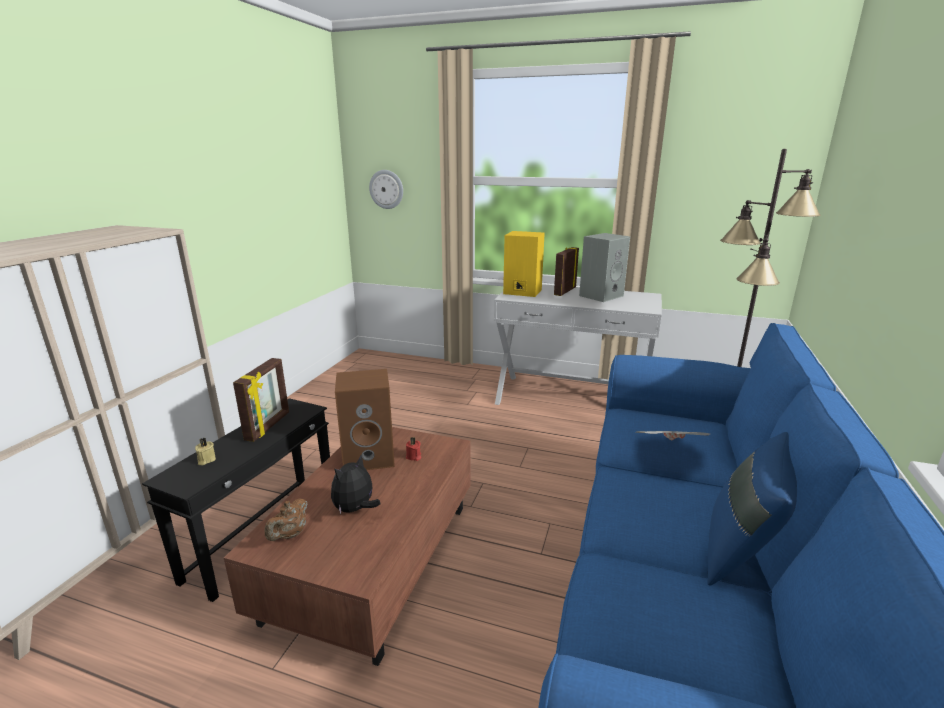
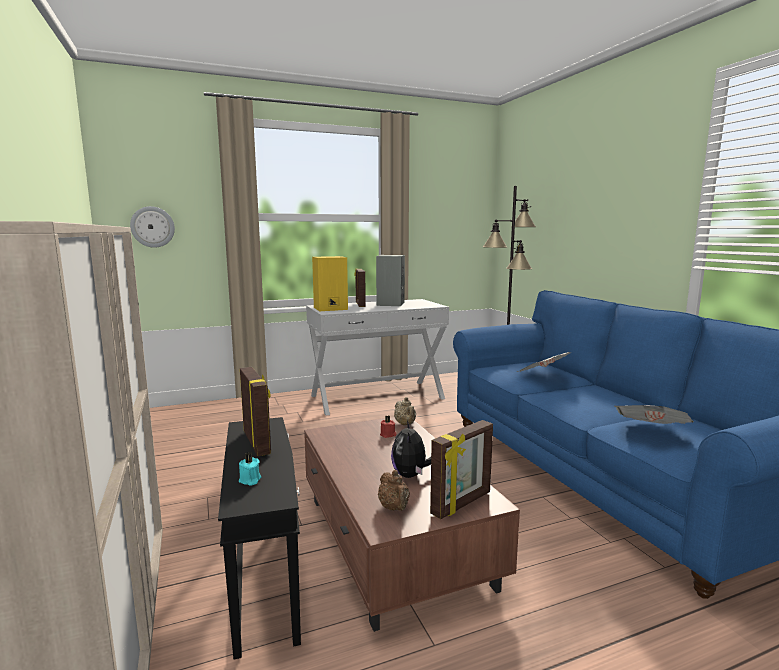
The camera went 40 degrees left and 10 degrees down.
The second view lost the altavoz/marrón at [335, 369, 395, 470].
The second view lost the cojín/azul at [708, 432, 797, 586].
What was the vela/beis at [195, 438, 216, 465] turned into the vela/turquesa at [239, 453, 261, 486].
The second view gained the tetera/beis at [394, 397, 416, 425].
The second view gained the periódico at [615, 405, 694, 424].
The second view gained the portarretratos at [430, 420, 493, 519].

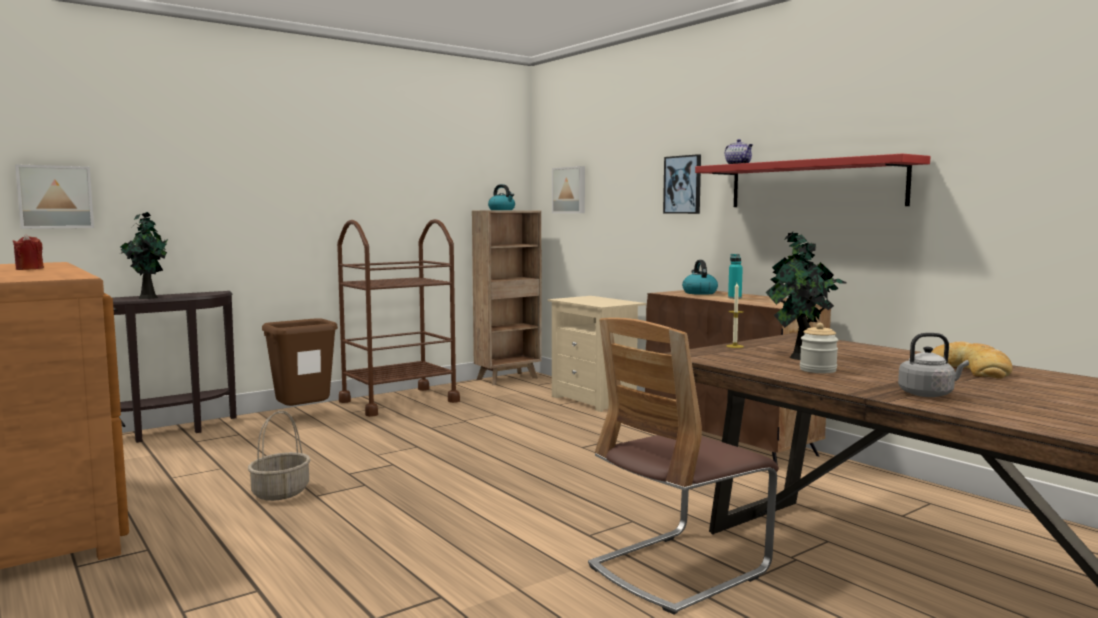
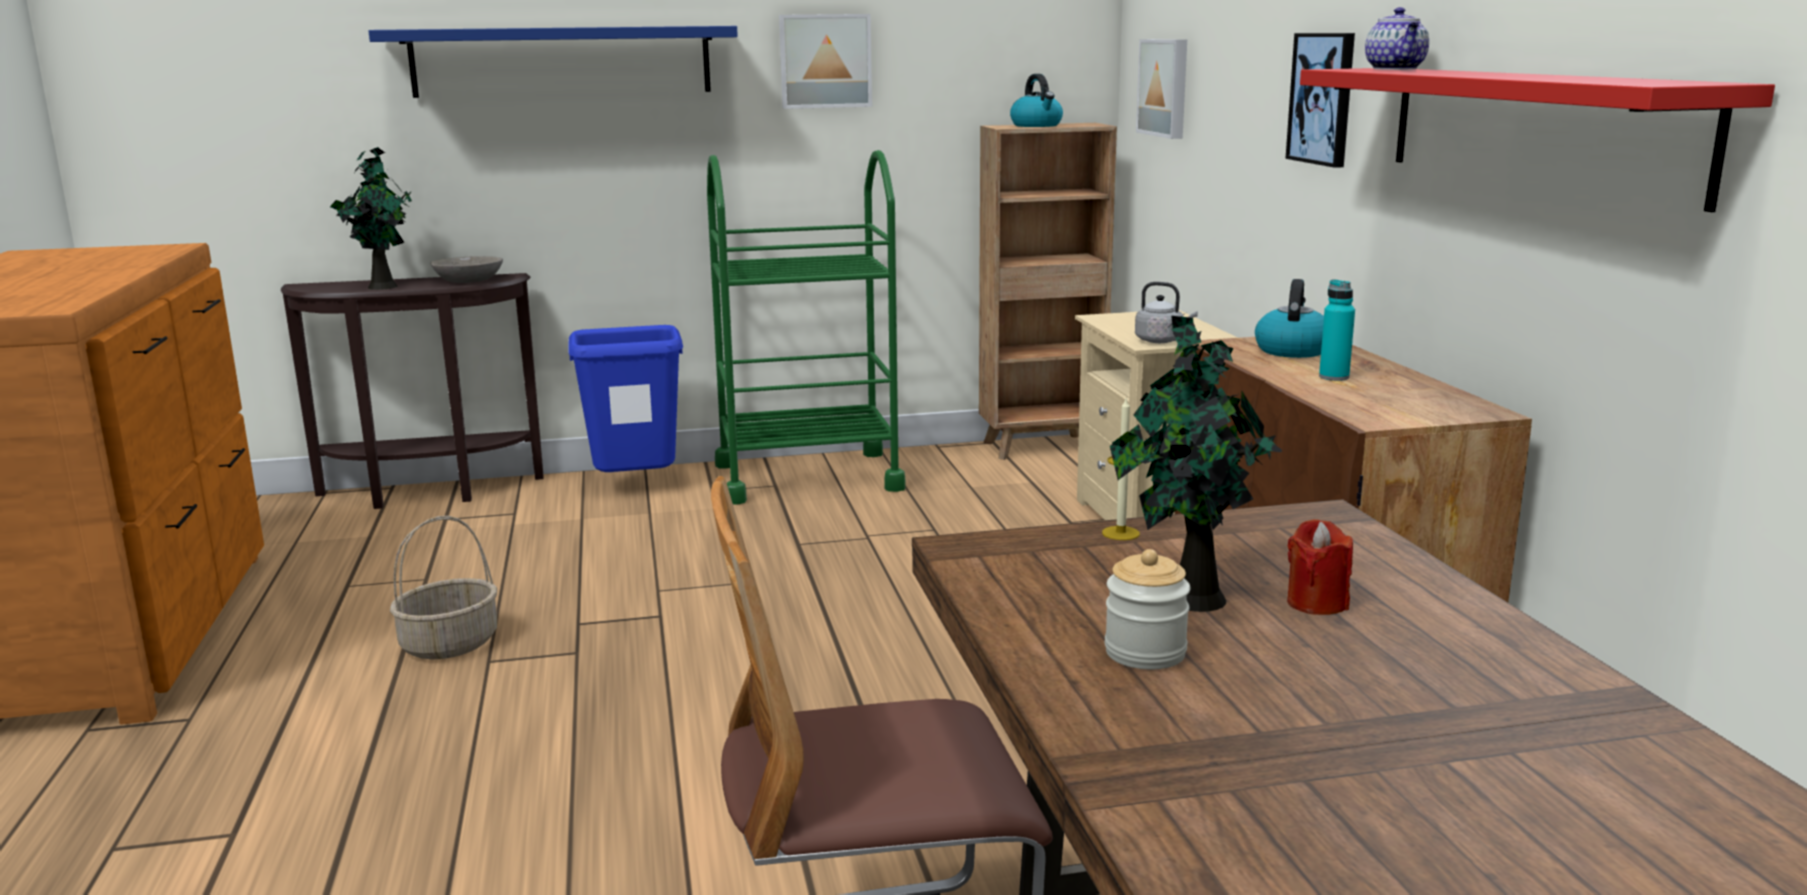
The camera went 25 degrees right and 10 degrees up.
The cuadro ended up elsewhere, having gone from [15, 164, 94, 229] to [779, 14, 872, 109].
What was the carrito/marrón at [337, 219, 460, 417] turned into the carrito/verde at [707, 150, 905, 505].
The vela/rojo ended up elsewhere, having gone from [13, 234, 44, 270] to [1287, 519, 1353, 615].
What was the papelera/marrón at [262, 318, 338, 406] turned into the papelera/azul at [568, 325, 683, 472].
The hervidor/gris ended up elsewhere, having gone from [898, 333, 969, 397] to [1135, 282, 1198, 343].
The second view lost the pan at [932, 341, 1013, 379].
The second view gained the estante/azul at [368, 26, 738, 98].
The second view gained the cuenco/gris at [430, 256, 503, 283].

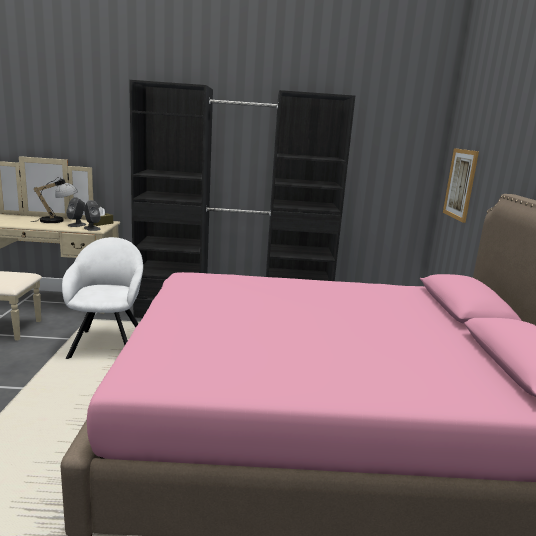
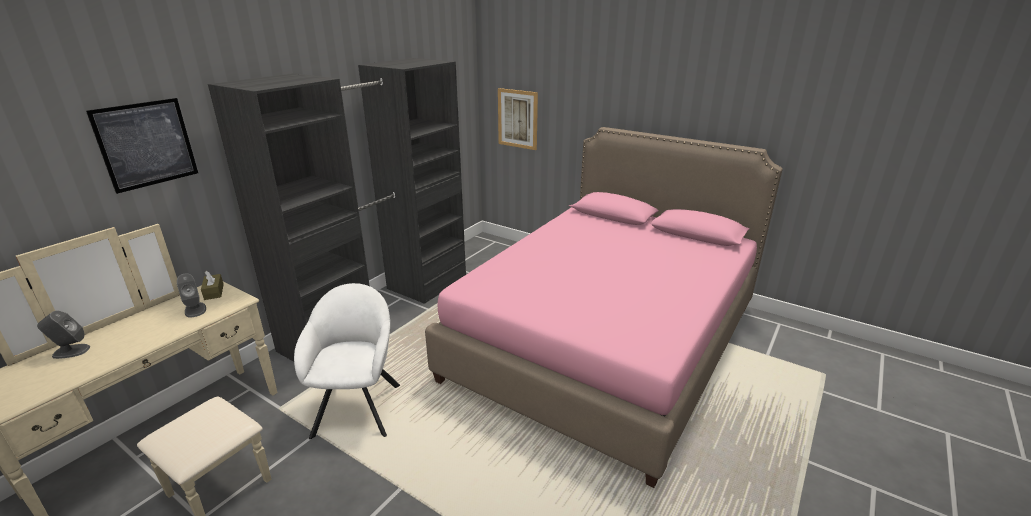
The camera went 55 degrees left and 10 degrees up.
The second view lost the lámpara de mesa at [31, 177, 78, 223].
The altavoz/gris ended up elsewhere, having gone from [84, 200, 101, 231] to [37, 311, 90, 359].
The sillón/blanco at [62, 237, 143, 359] ended up facing another way, 60 degrees clockwise from before.
The second view gained the cuadro at [86, 98, 198, 194].

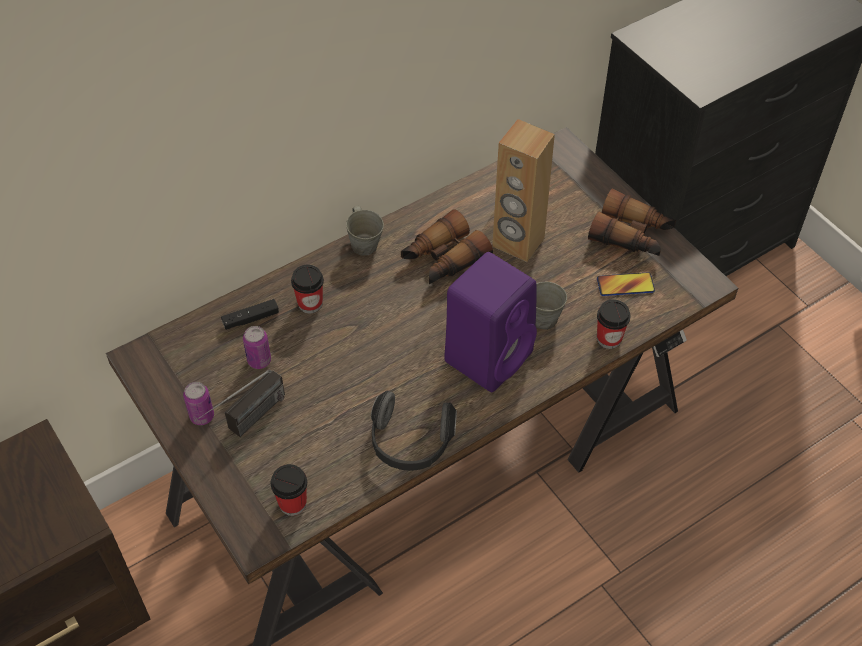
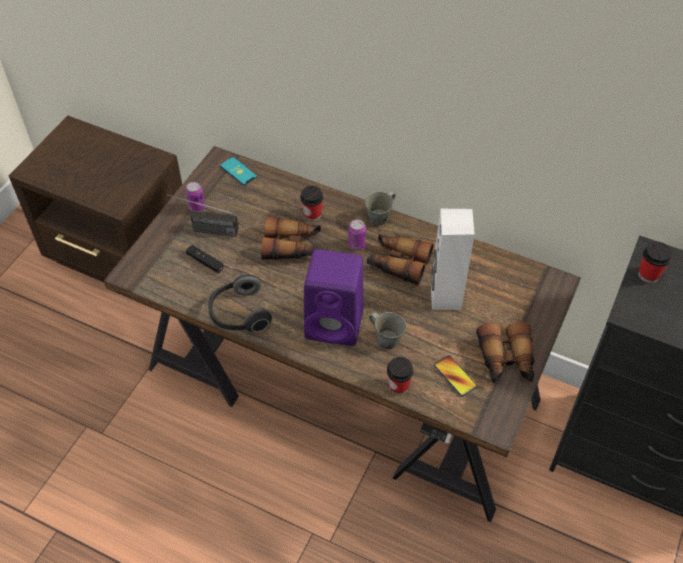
The camera went 60 degrees right and 0 degrees up.
What was the altavoz/marrón at [492, 119, 555, 262] turned into the altavoz/blanco at [431, 209, 475, 310].
The mando de consola/negro ended up elsewhere, having gone from [221, 299, 279, 330] to [186, 245, 224, 273].
The lata ended up elsewhere, having gone from [243, 326, 271, 369] to [348, 219, 366, 251].
The taza ended up elsewhere, having gone from [270, 464, 307, 516] to [638, 241, 672, 283].
The second view gained the móvil at [220, 157, 257, 185].
The second view gained the prismáticos at [261, 216, 321, 260].

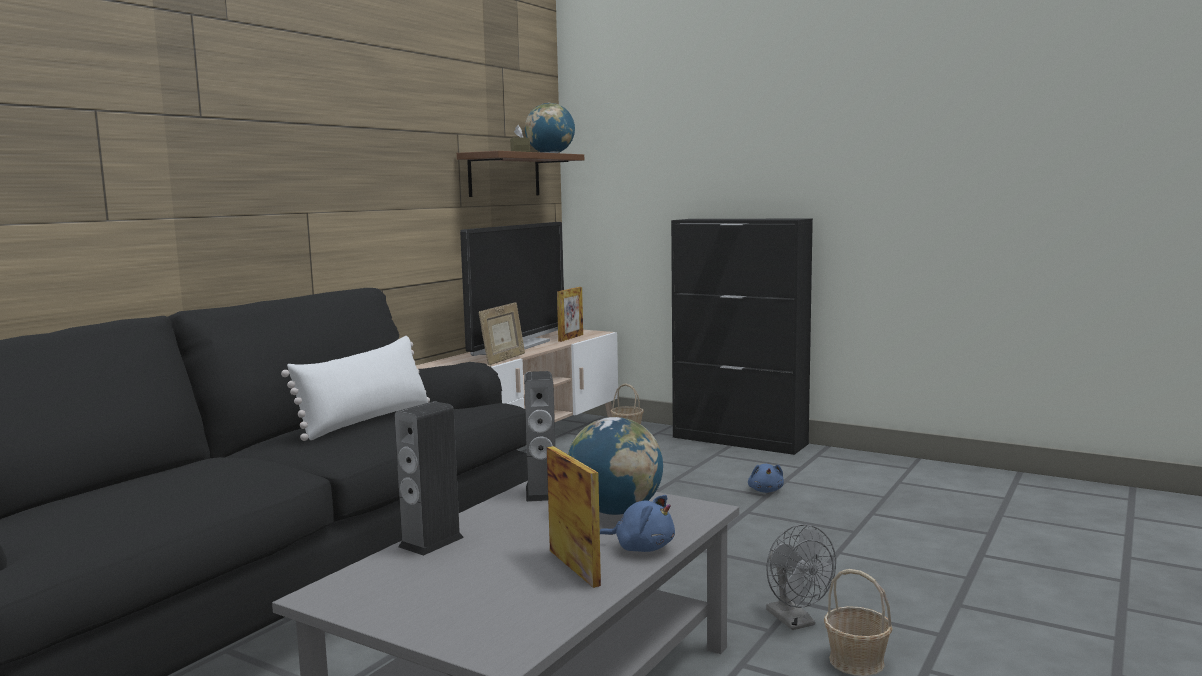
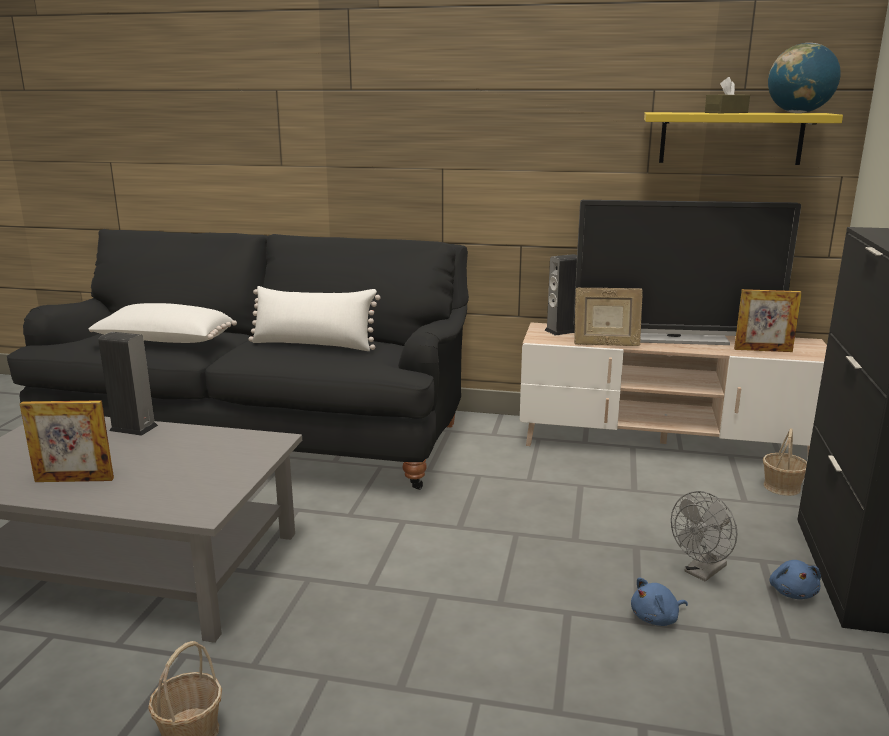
The camera went 70 degrees right and 10 degrees up.
What was the estante/marrón at [457, 151, 584, 197] turned into the estante/amarillo at [644, 112, 843, 165].
The altavoz ended up elsewhere, having gone from [524, 371, 555, 502] to [545, 254, 577, 336].
The second view lost the globo terráqueo at [568, 417, 663, 515].
The portarretratos at [547, 446, 601, 588] ended up facing another way, 45 degrees clockwise from before.
The peluche/azul ended up elsewhere, having gone from [600, 495, 675, 552] to [769, 560, 821, 599].
The ventilador/gris ended up elsewhere, having gone from [766, 524, 836, 630] to [671, 491, 738, 582].
The second view gained the cojín/blanco at [89, 303, 237, 343].

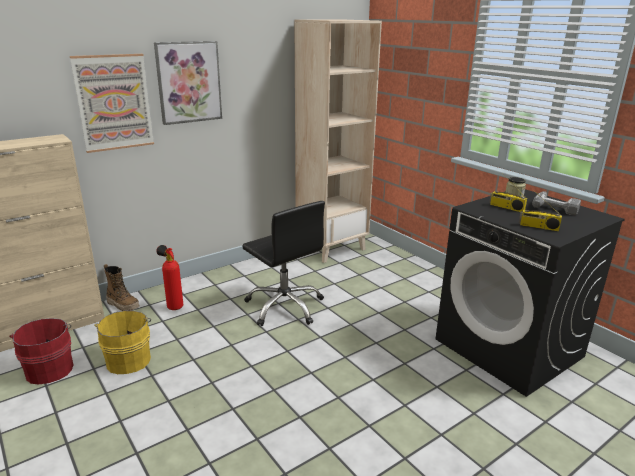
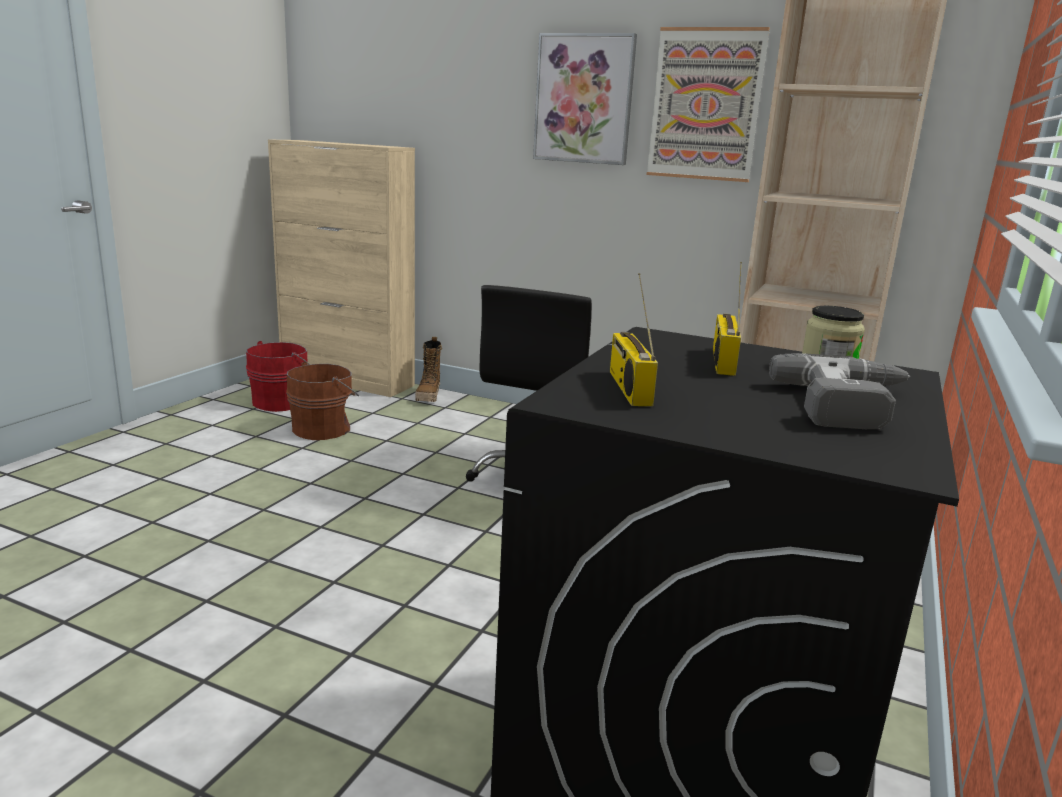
The camera went 60 degrees right and 5 degrees down.
The cuadro ended up elsewhere, having gone from [70, 54, 154, 153] to [647, 27, 770, 182].
The second view lost the extintor at [156, 245, 183, 310].
What was the cubo/amarillo at [94, 311, 151, 374] turned into the cubo/marrón at [286, 362, 359, 440].

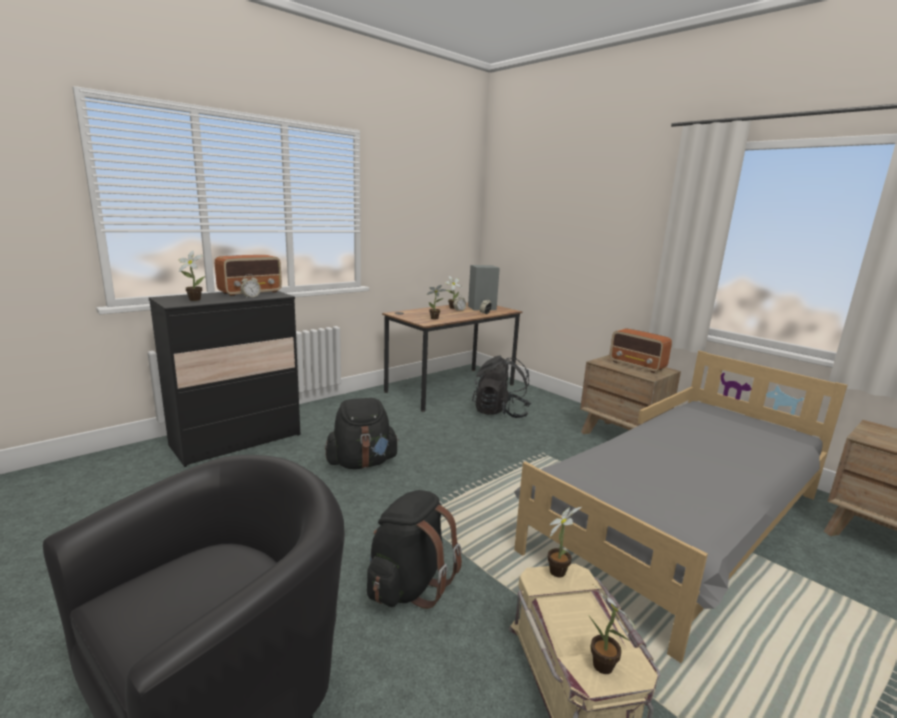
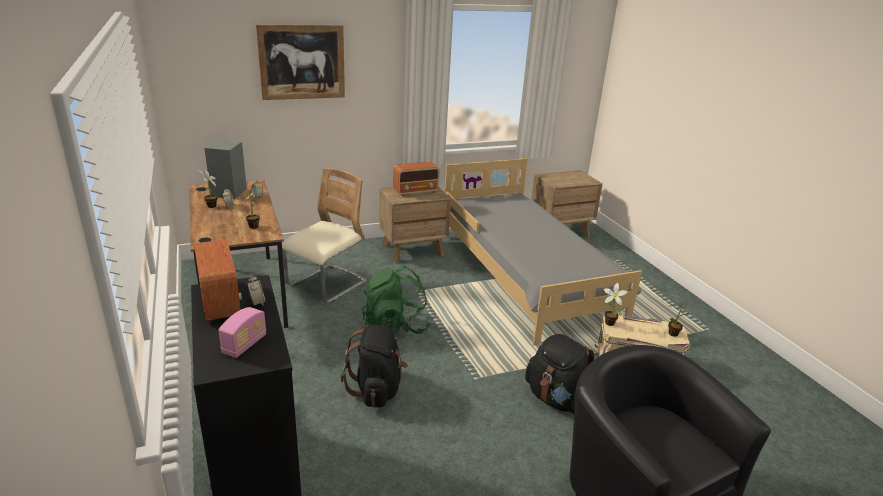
The camera went 70 degrees left and 10 degrees up.
Where the planta en maceta stood at [178, 250, 205, 301], the radio came to stand at [218, 307, 266, 358].
Where the mochila/negro stood at [472, 356, 531, 418], the silla/beis came to stand at [282, 168, 367, 303].
The second view gained the cuadro at [256, 24, 345, 100].
The second view gained the mochila/verde at [362, 266, 430, 334].

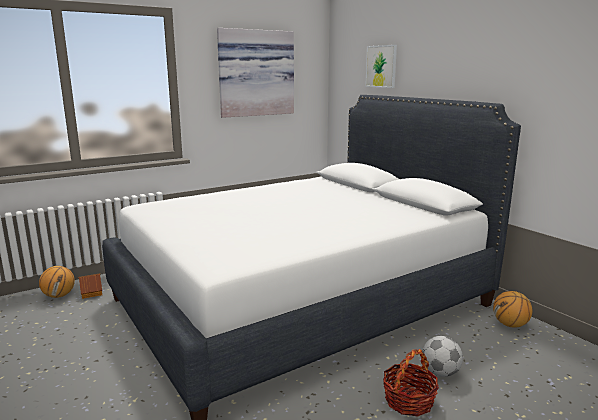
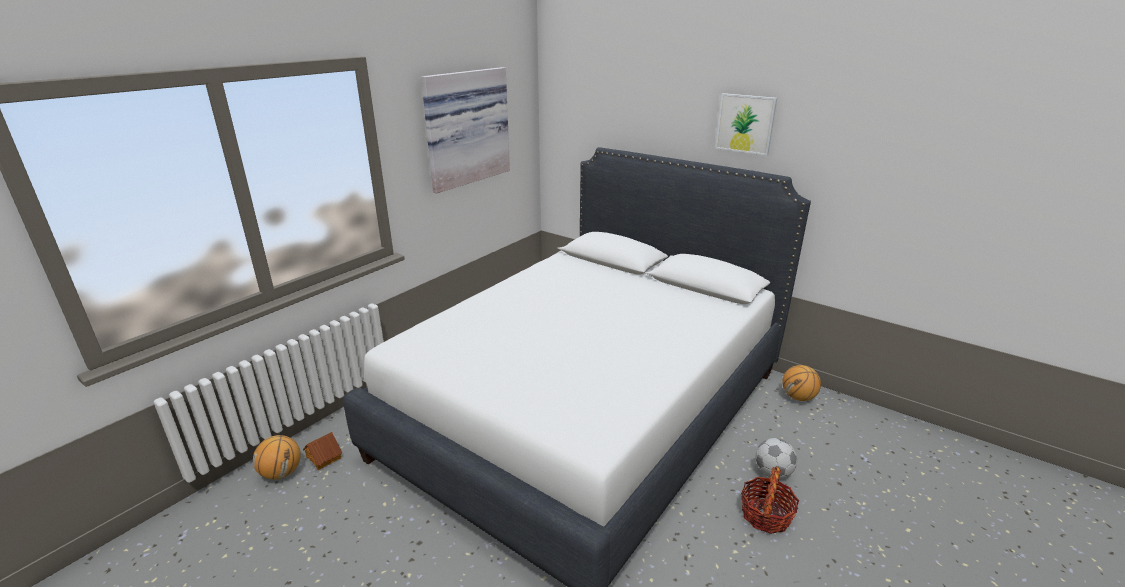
The camera went 20 degrees left and 10 degrees up.
The cuadro ended up elsewhere, having gone from [365, 45, 397, 88] to [715, 93, 777, 156].

